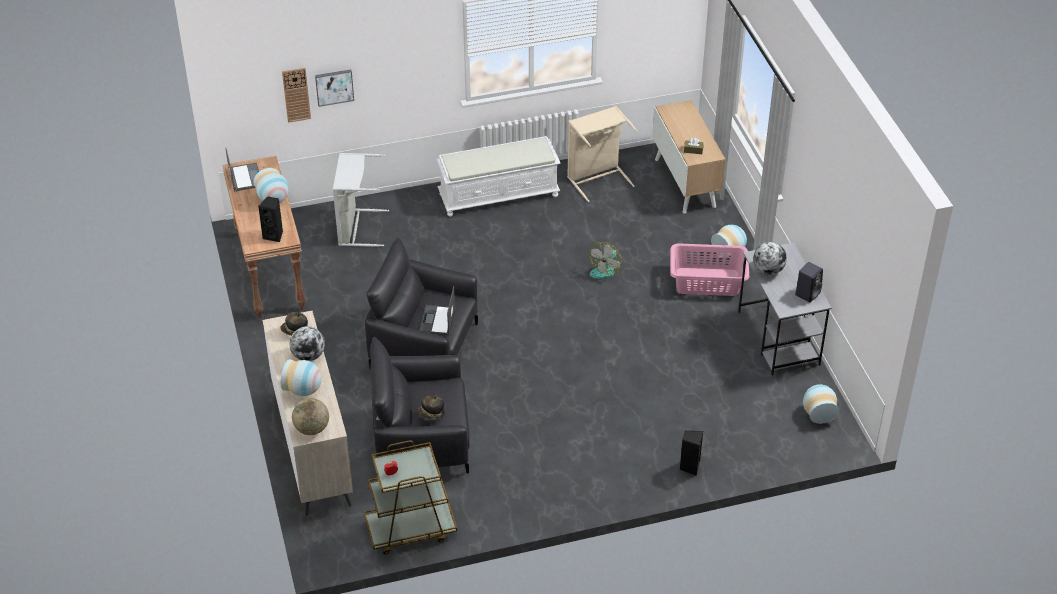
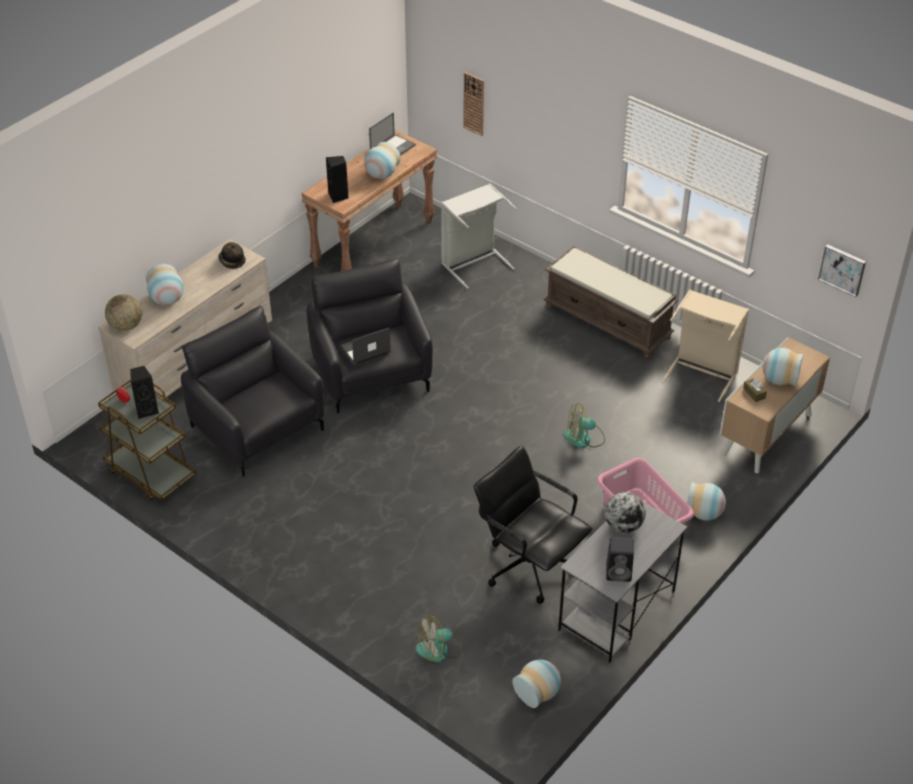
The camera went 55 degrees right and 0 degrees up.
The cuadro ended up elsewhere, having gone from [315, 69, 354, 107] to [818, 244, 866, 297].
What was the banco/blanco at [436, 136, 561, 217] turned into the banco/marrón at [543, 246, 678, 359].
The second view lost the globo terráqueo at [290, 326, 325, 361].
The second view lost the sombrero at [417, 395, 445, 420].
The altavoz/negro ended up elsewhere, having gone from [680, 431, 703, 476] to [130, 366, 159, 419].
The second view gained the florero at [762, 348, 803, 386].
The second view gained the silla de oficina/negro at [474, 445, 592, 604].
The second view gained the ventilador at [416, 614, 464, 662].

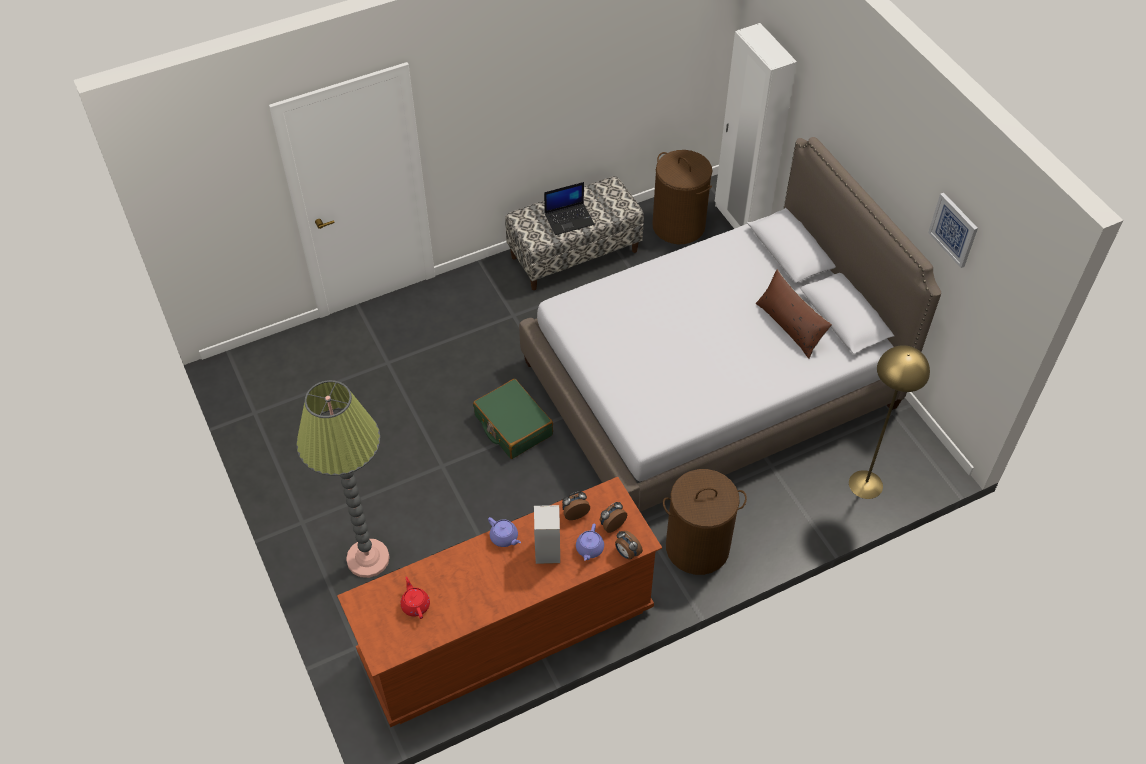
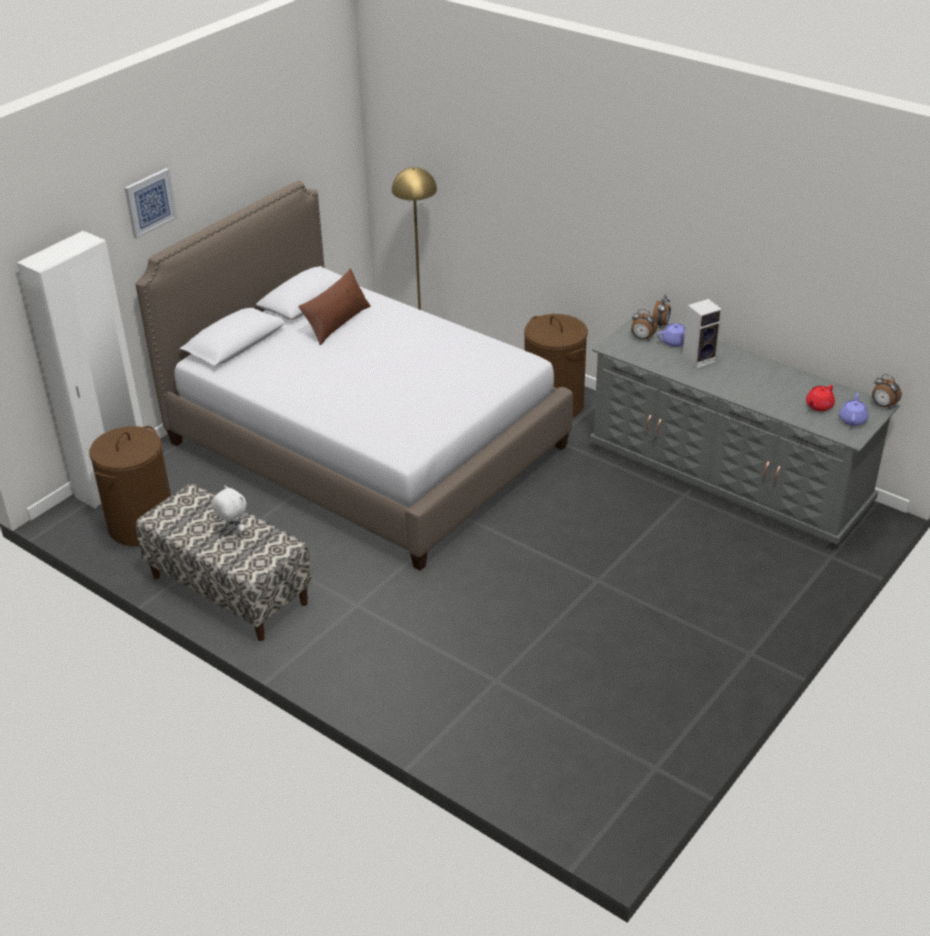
The camera went 115 degrees left and 15 degrees down.
Where the portátil stood at [544, 182, 595, 235], the peluche/blanco came to stand at [212, 485, 246, 535].
The cuadro ended up elsewhere, having gone from [928, 193, 978, 268] to [125, 168, 177, 239].
The second view lost the maleta/verde at [473, 379, 553, 459].
The second view lost the lámpara de pie at [296, 380, 390, 578].
What was the cómoda/marrón at [337, 477, 662, 727] turned into the cómoda/gris at [590, 313, 900, 547].
The despertador ended up elsewhere, having gone from [562, 492, 590, 520] to [872, 374, 902, 409].
The tetera/morado ended up elsewhere, having gone from [488, 517, 521, 547] to [839, 393, 869, 426].

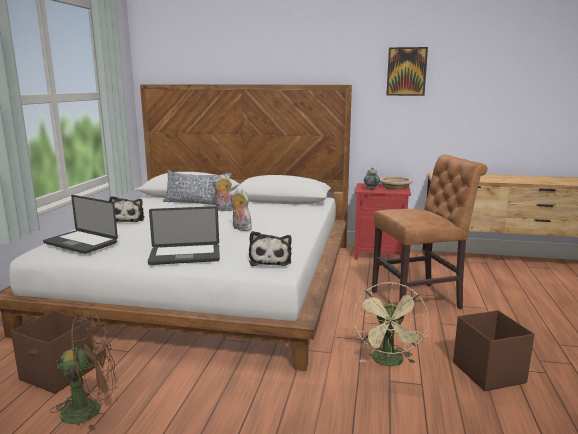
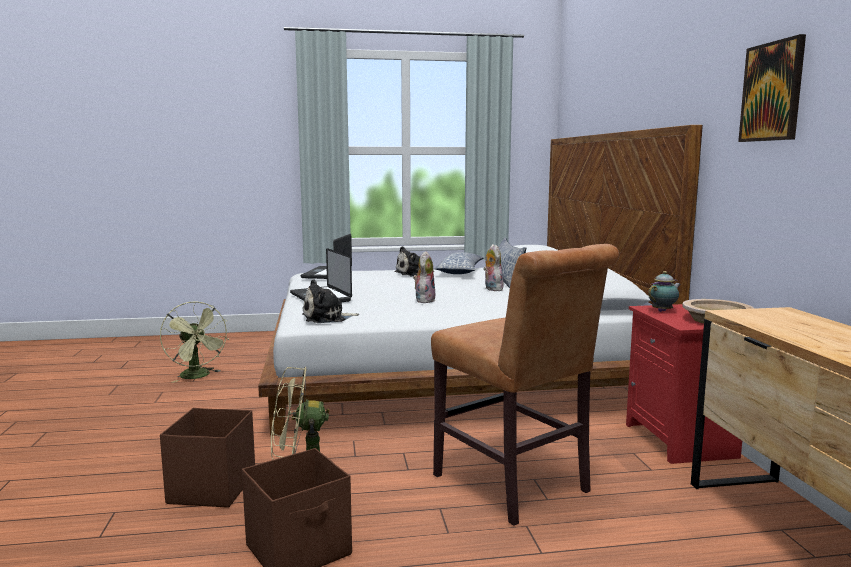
The camera went 70 degrees right and 5 degrees down.
The caja de almacenaje/marrón ended up elsewhere, having gone from [11, 310, 95, 394] to [160, 408, 255, 508].
What was the ventilador/marrón at [50, 314, 116, 431] turned into the ventilador/verde at [160, 301, 228, 383].
The second view gained the cojín at [435, 252, 483, 274].

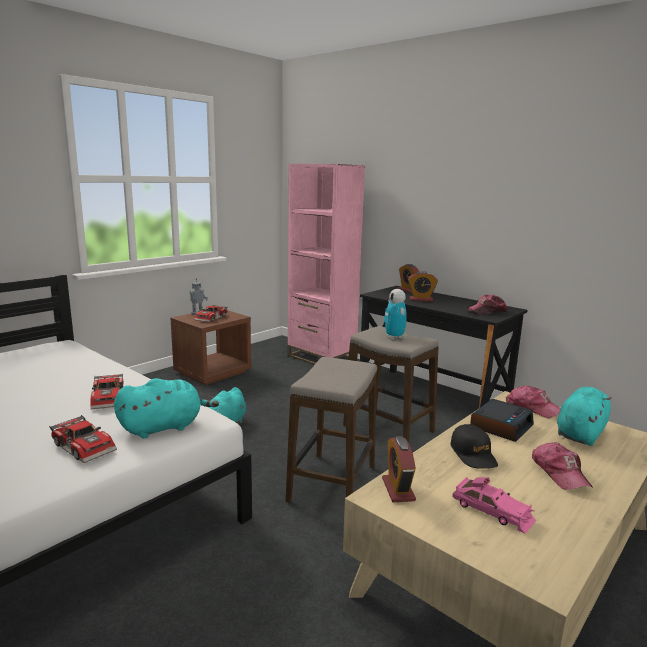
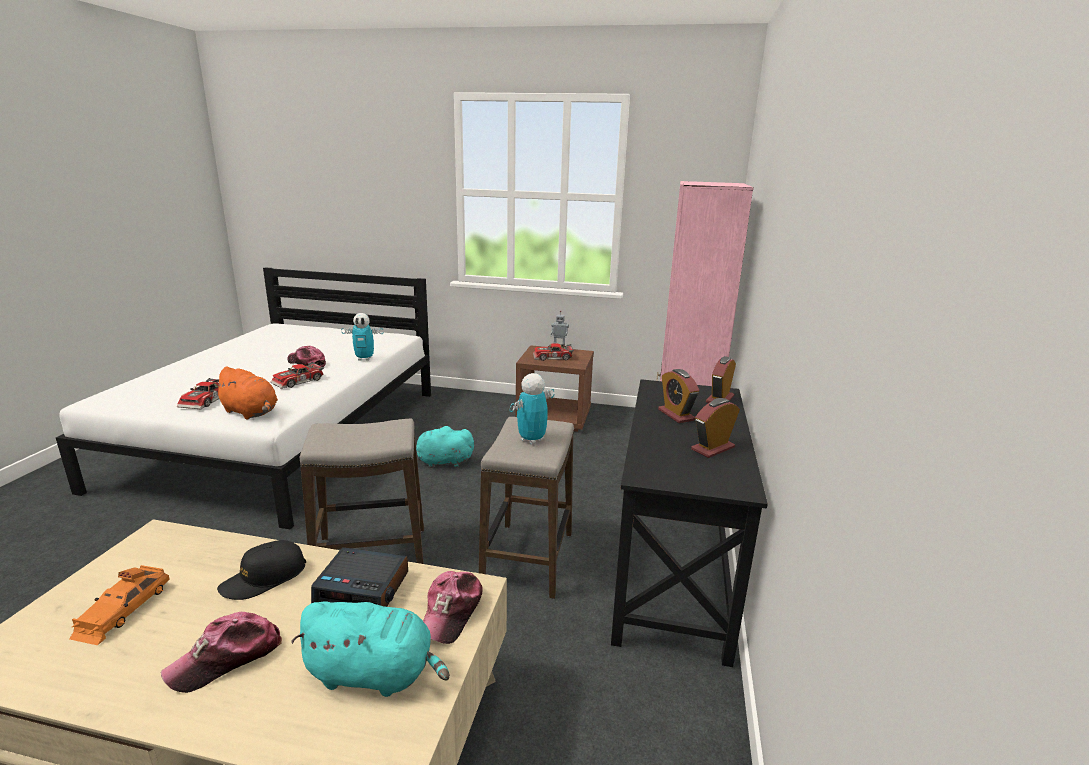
The camera went 60 degrees right and 5 degrees up.
The gorra ended up elsewhere, having gone from [467, 295, 507, 315] to [287, 346, 326, 367].
What was the peluche/turquesa at [114, 378, 219, 438] turned into the peluche/naranja at [212, 366, 278, 419].
The despertador ended up elsewhere, having gone from [382, 436, 416, 502] to [691, 398, 740, 458].
What was the coche de juguete/rosa at [453, 477, 536, 534] turned into the coche de juguete/naranja at [70, 565, 169, 645].
The second view gained the robot de juguete at [341, 313, 384, 361].

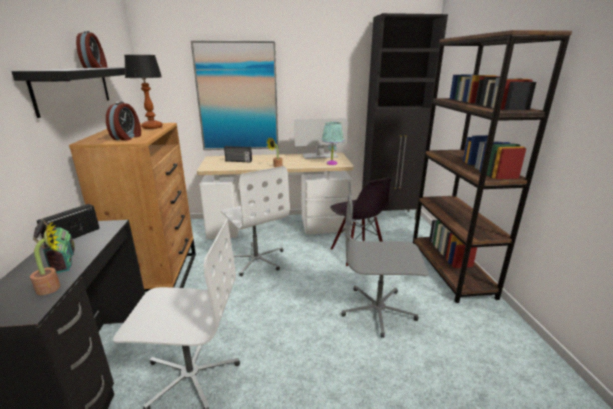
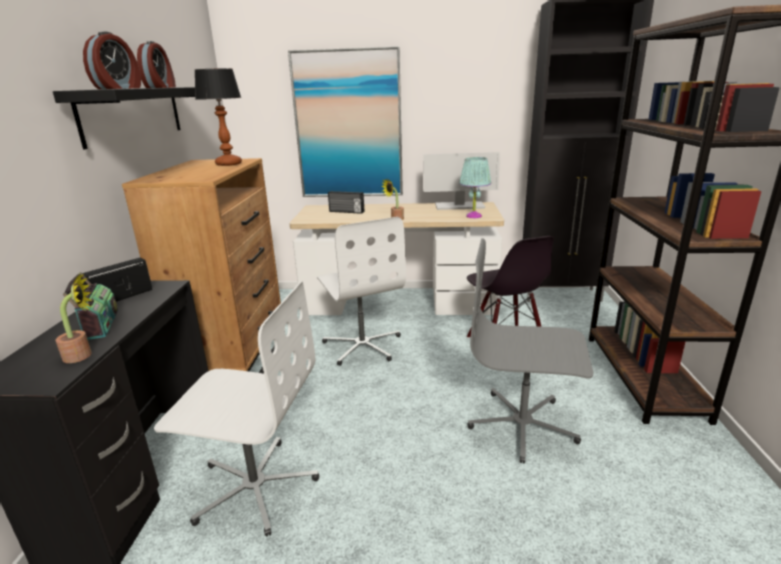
The camera went 10 degrees right and 0 degrees up.
The despertador ended up elsewhere, having gone from [106, 102, 141, 141] to [83, 32, 141, 89].

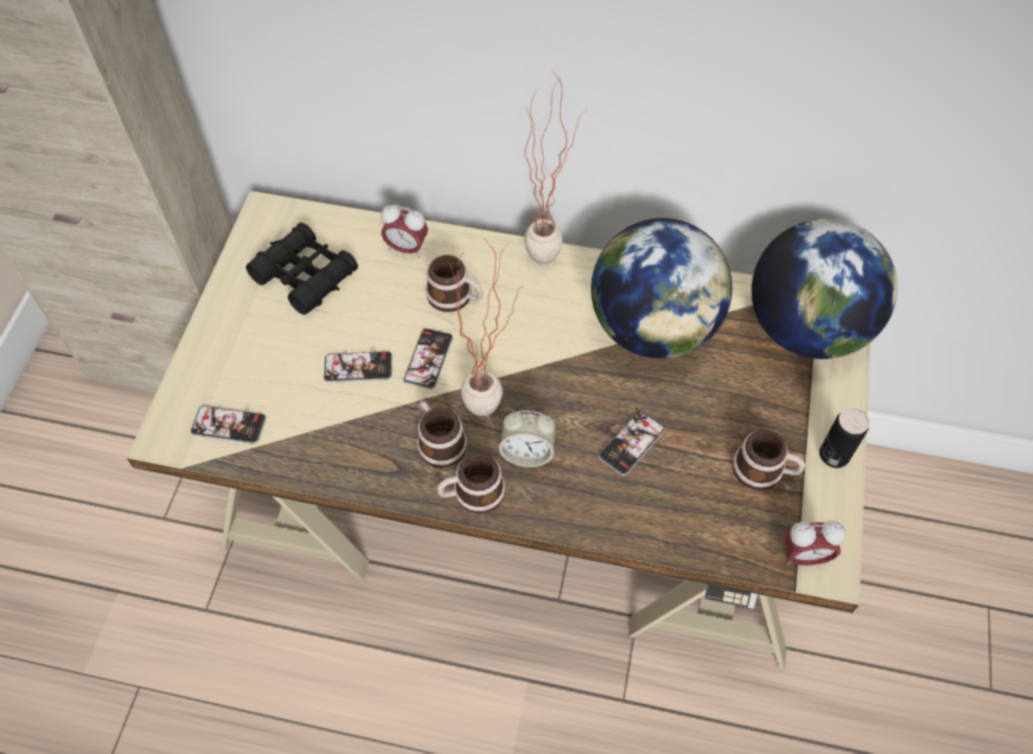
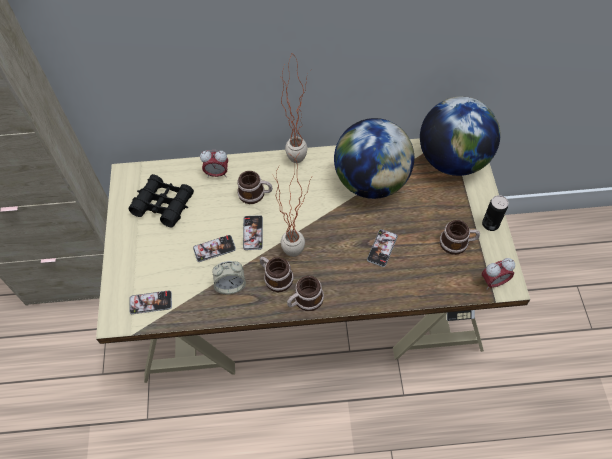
The camera went 15 degrees left and 0 degrees up.
The despertador ended up elsewhere, having gone from [499, 411, 555, 467] to [212, 261, 246, 294].

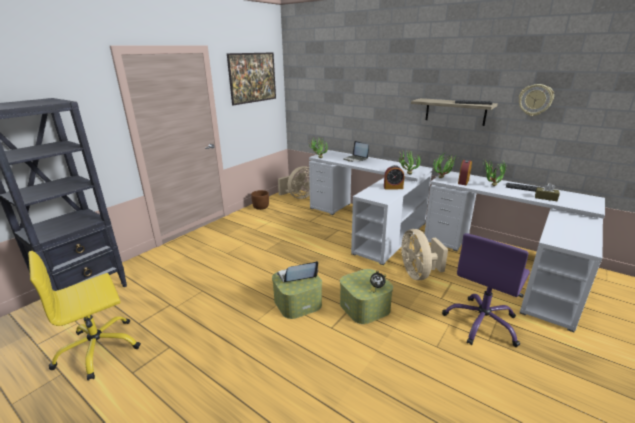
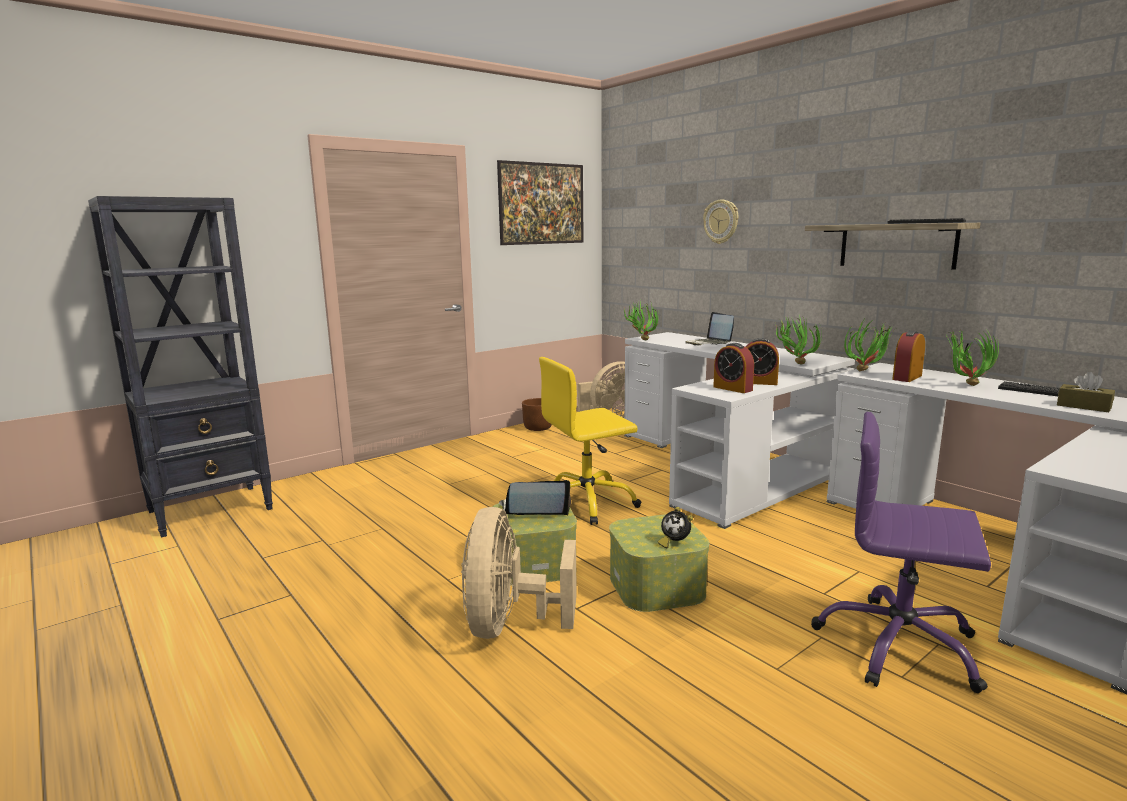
The camera went 15 degrees right and 10 degrees down.
The reloj de pared ended up elsewhere, having gone from [519, 84, 554, 116] to [703, 200, 738, 244].
The ventilador/beis ended up elsewhere, having gone from [401, 229, 448, 280] to [461, 507, 577, 639].
The silla de oficina/morado at [442, 233, 530, 347] ended up facing another way, 60 degrees clockwise from before.
The silla de oficina/amarillo ended up elsewhere, having gone from [28, 251, 141, 381] to [539, 357, 641, 525].
The second view gained the despertador at [713, 343, 754, 393].

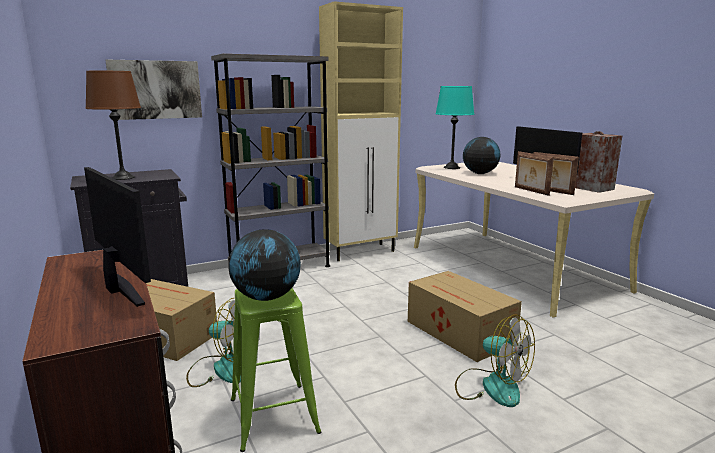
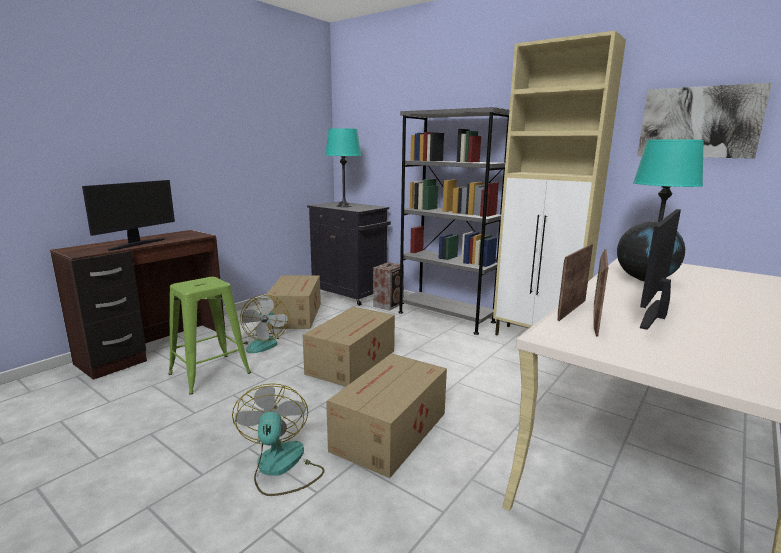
The camera went 65 degrees right and 0 degrees up.
The cuadro ended up elsewhere, having gone from [105, 59, 202, 120] to [637, 83, 772, 159].
What was the lámpara de mesa/marrón at [85, 71, 141, 180] turned into the lámpara de mesa/turquesa at [325, 128, 361, 207].
The altavoz ended up elsewhere, having gone from [575, 131, 623, 193] to [373, 262, 404, 311].
The second view lost the globo terráqueo at [228, 229, 301, 301].
The ventilador at [455, 315, 535, 407] ended up facing another way, 150 degrees clockwise from before.
The second view gained the caja de cartón at [303, 307, 395, 387].

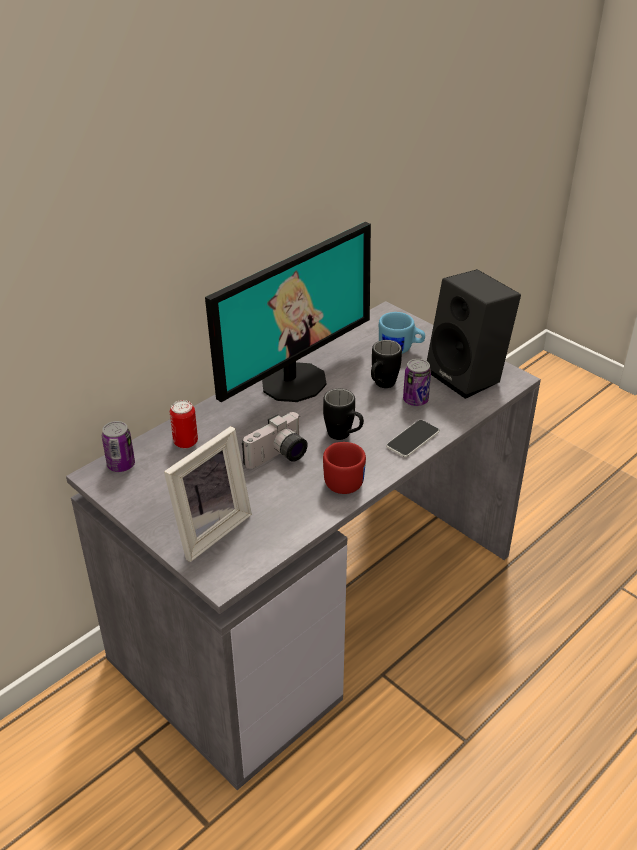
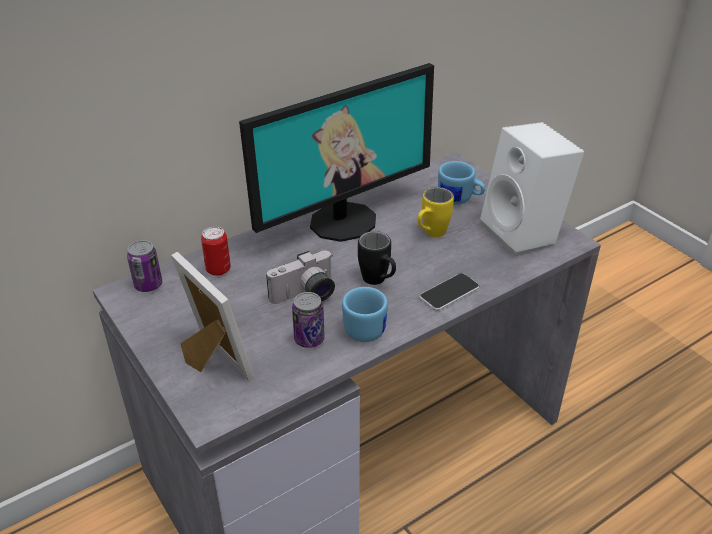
The camera went 10 degrees right and 0 degrees up.
What was the altavoz/negro at [427, 269, 521, 399] turned into the altavoz/blanco at [480, 122, 584, 257].
What was the taza grande/negro at [371, 340, 402, 388] turned into the taza grande/amarillo at [418, 187, 454, 237].
The lata ended up elsewhere, having gone from [403, 359, 431, 406] to [292, 292, 325, 348].
The portarretratos at [164, 426, 252, 562] ended up facing another way, 90 degrees counterclockwise from before.
What was the taza grande/rojo at [323, 442, 366, 494] turned into the taza grande/azul at [342, 287, 388, 342].

